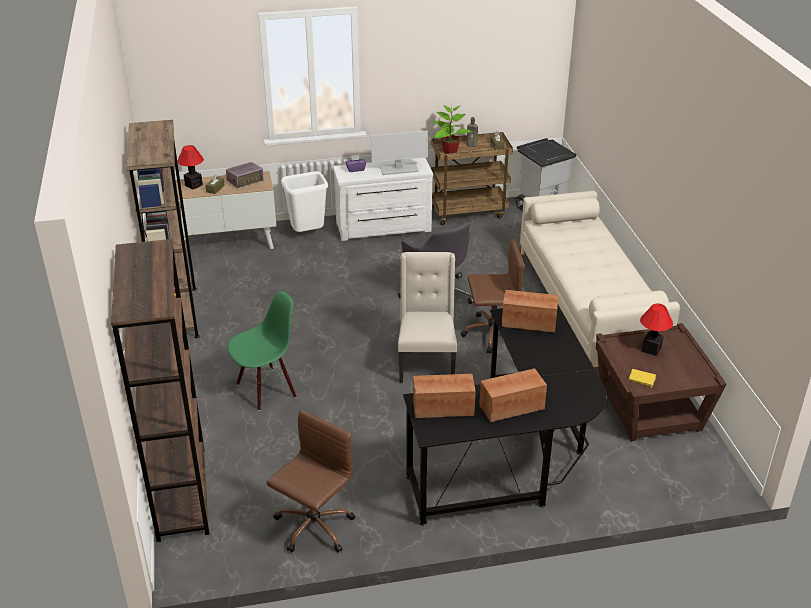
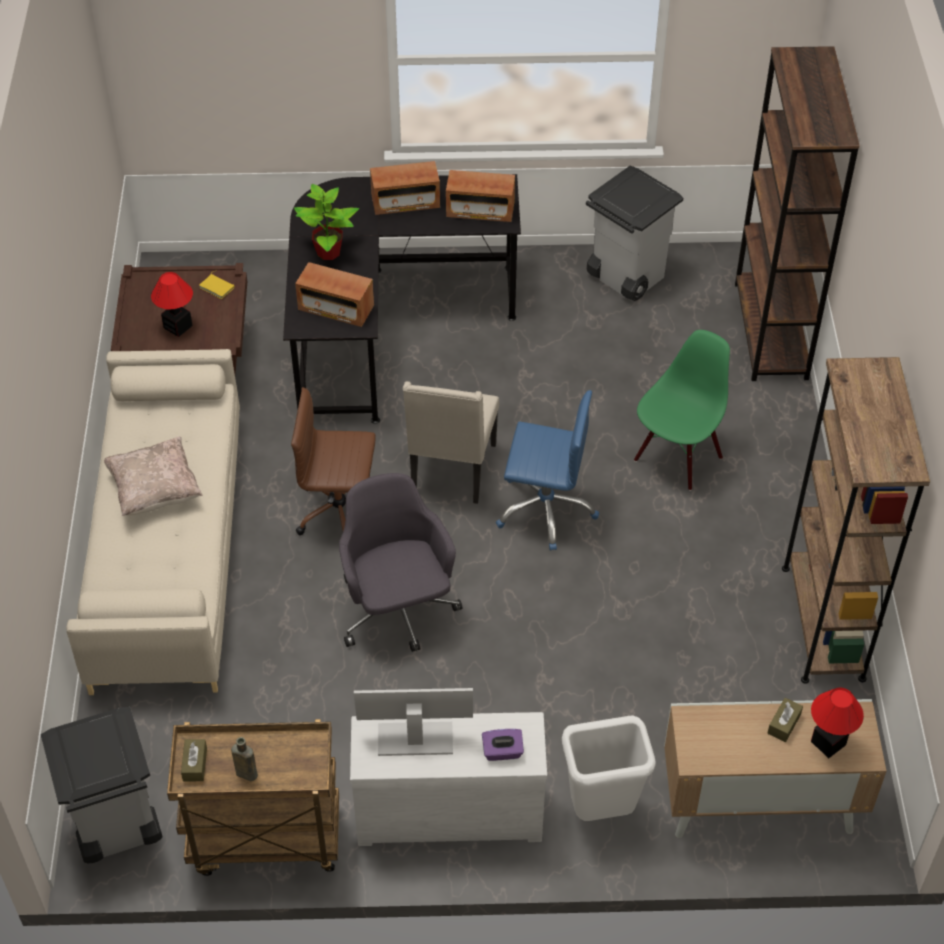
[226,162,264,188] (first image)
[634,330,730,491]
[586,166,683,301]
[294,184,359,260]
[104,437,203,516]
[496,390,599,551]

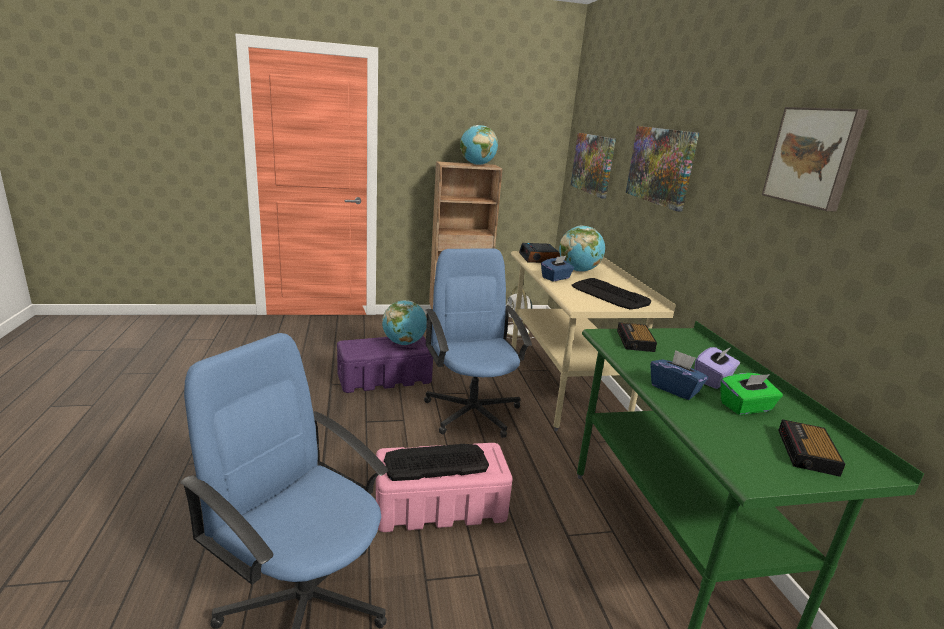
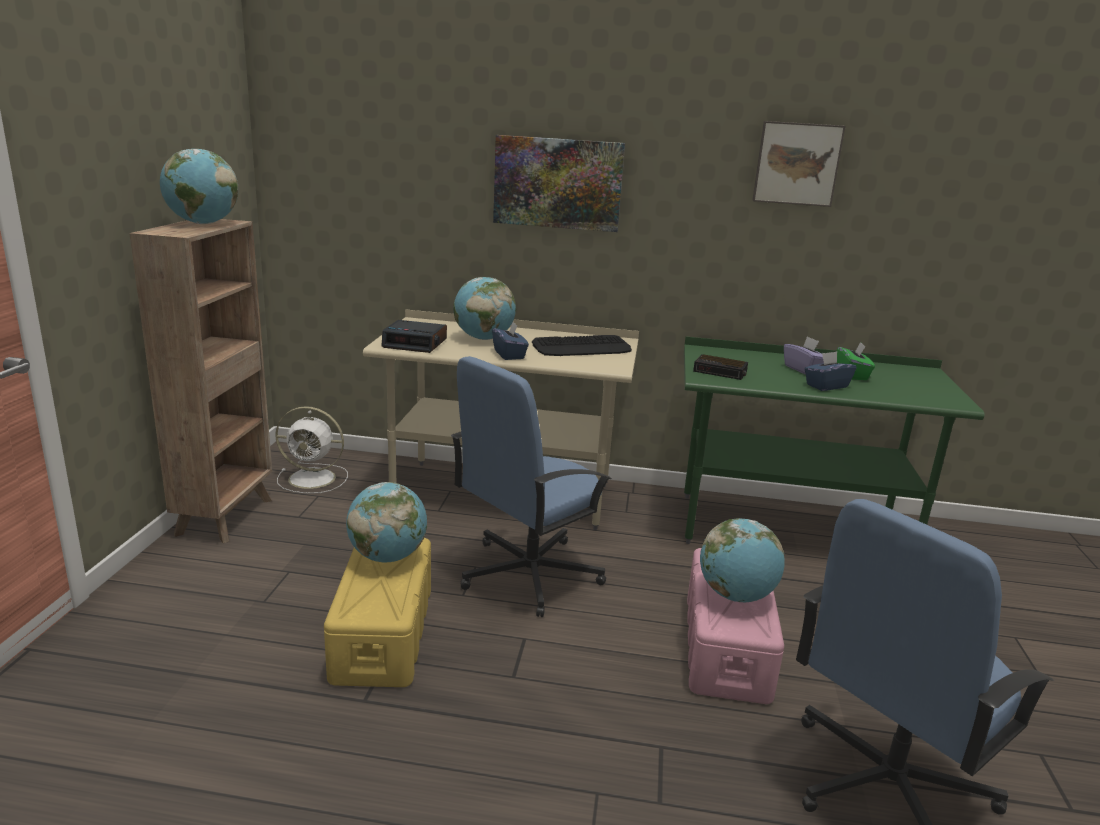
[324,538,431,687]
[700,518,785,602]
[451,356,612,617]
[571,133,616,199] (first image)
[778,419,845,477] (first image)

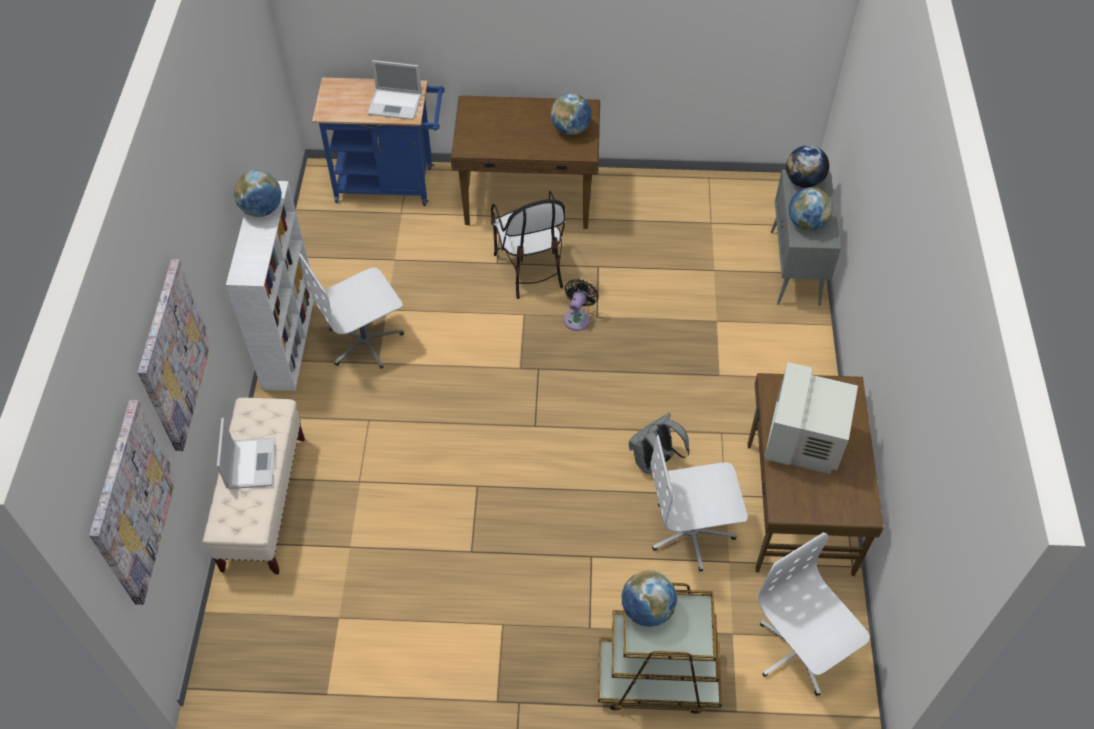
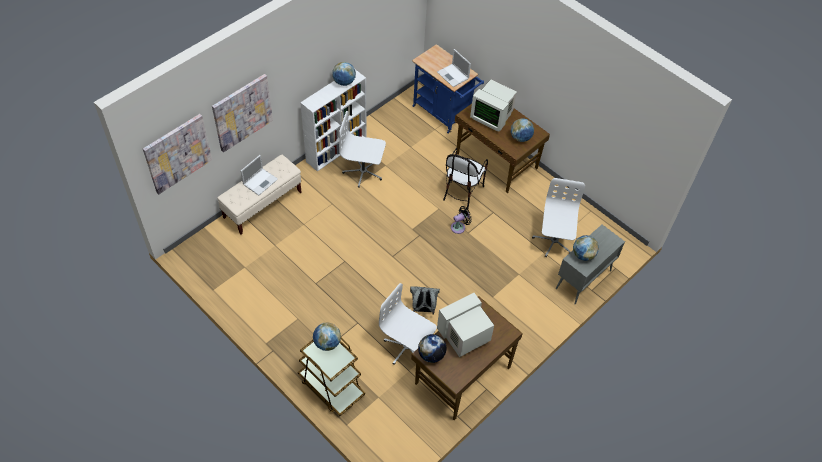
[532,178,585,257]
[418,334,447,363]
[470,79,517,132]

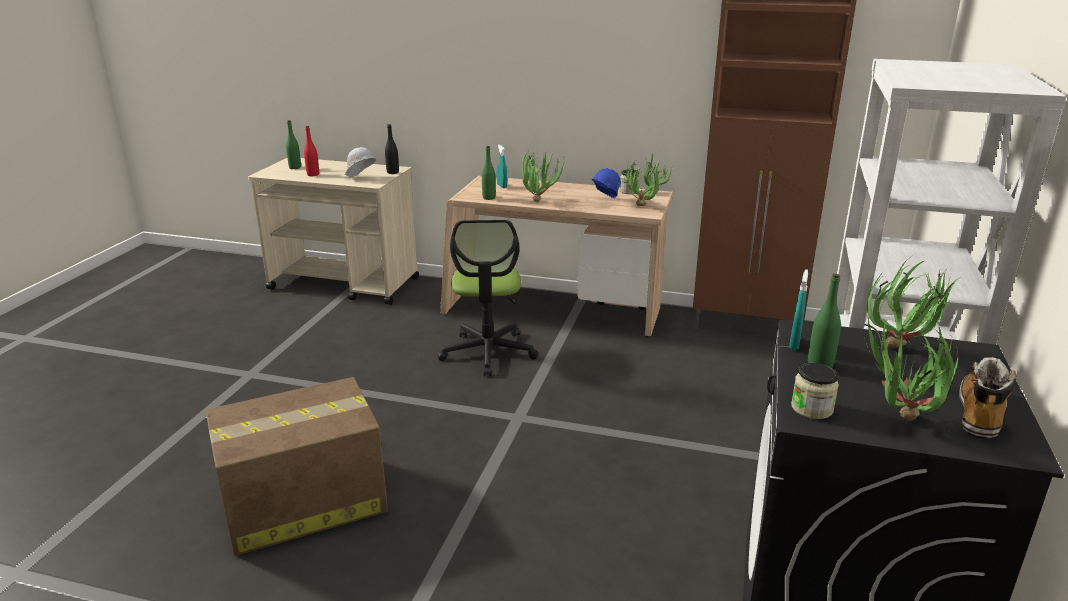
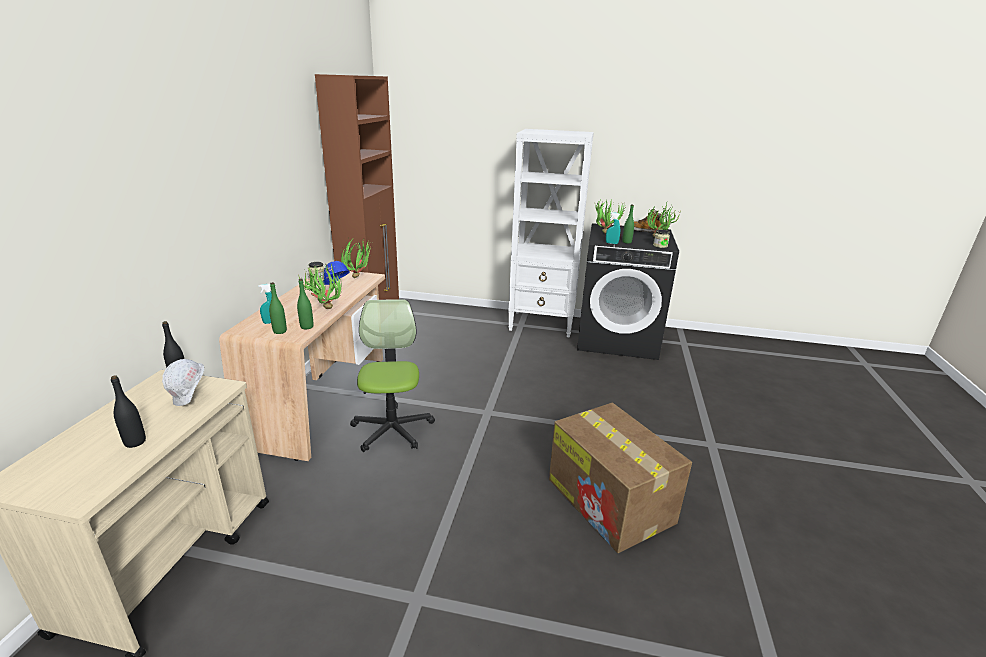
[269,282,287,334]
[111,375,146,448]
[350,299,435,452]

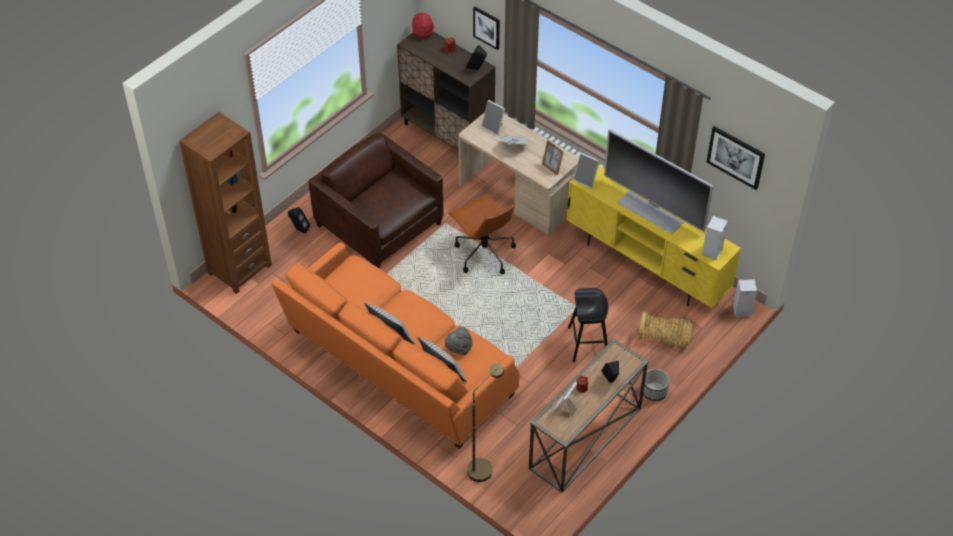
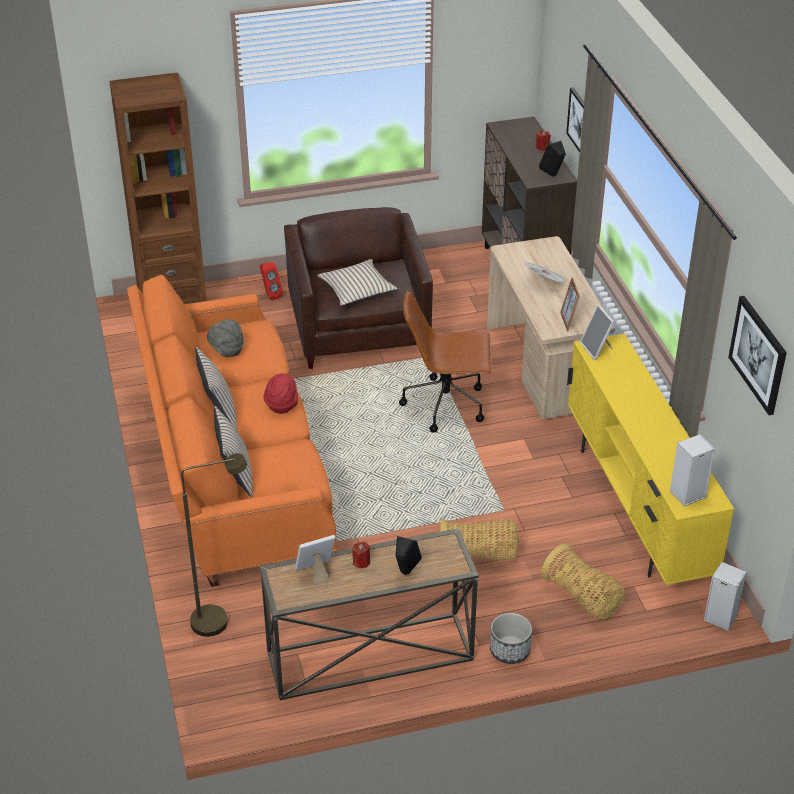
[260,262,283,300]
[263,373,298,414]
[207,319,244,357]
[399,290,492,433]
[481,100,505,136] (first image)
[440,519,519,561]
[604,129,713,234] (first image)
[317,259,398,306]

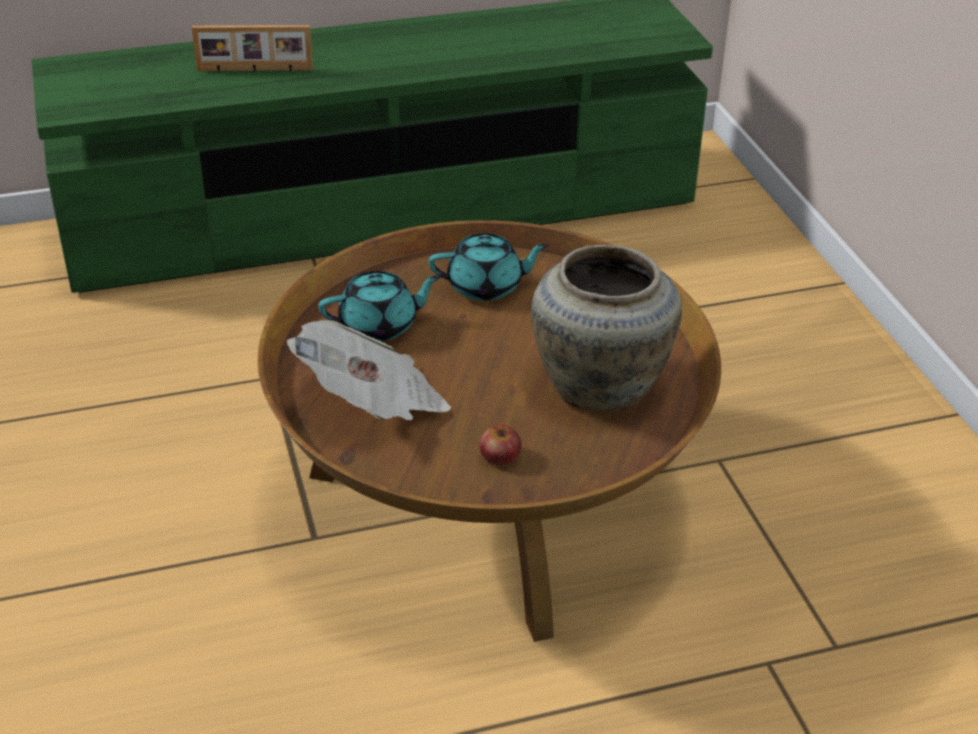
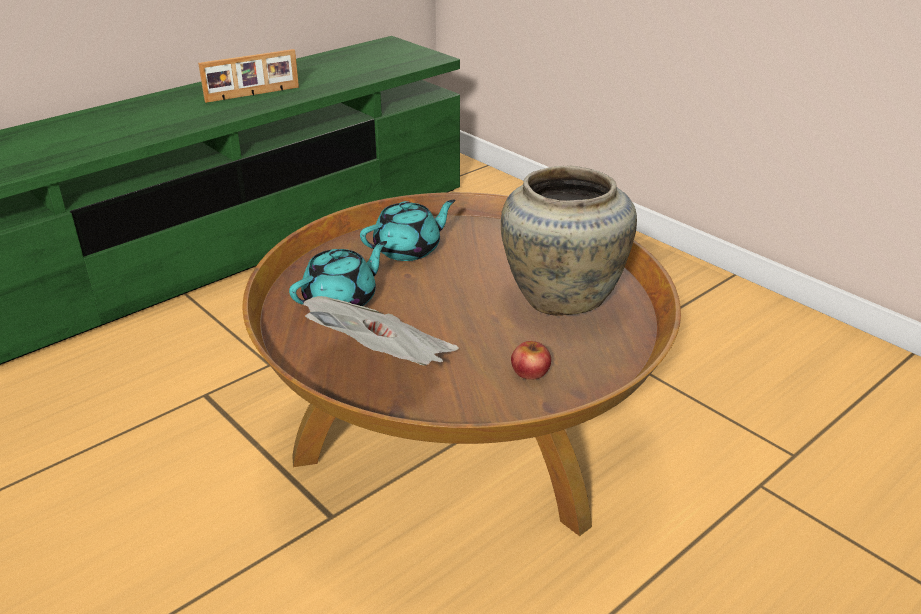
[198,49,299,103]

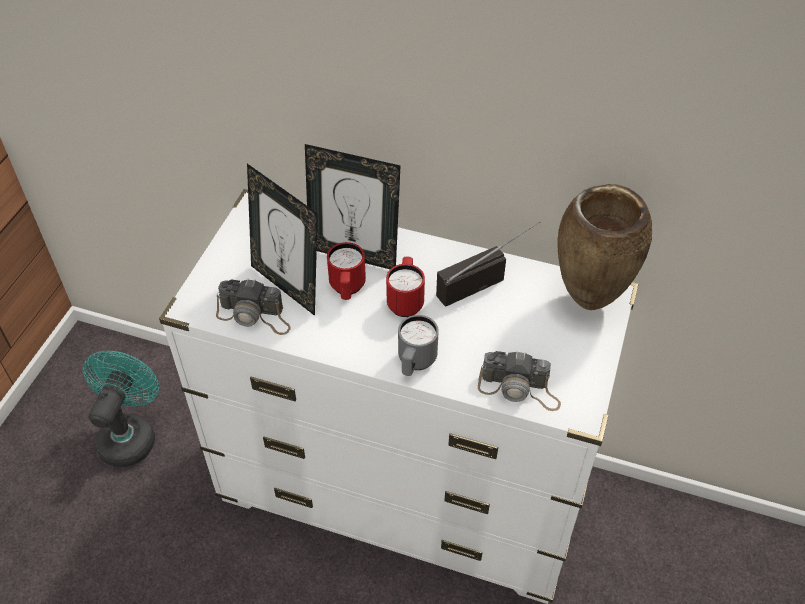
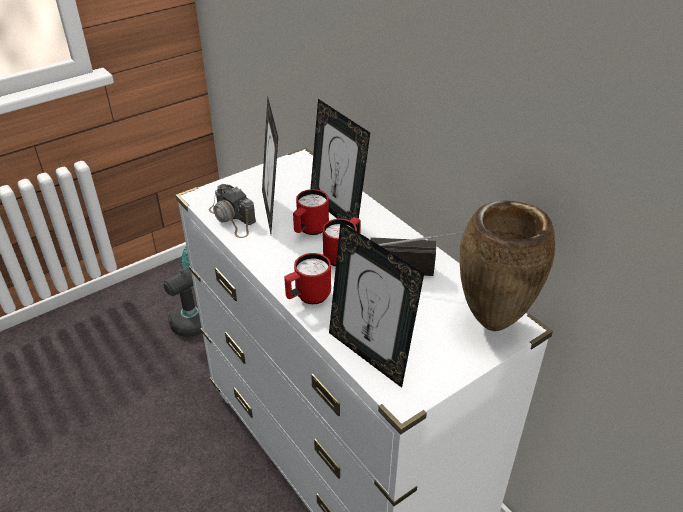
[284,253,331,304]
[329,222,424,388]

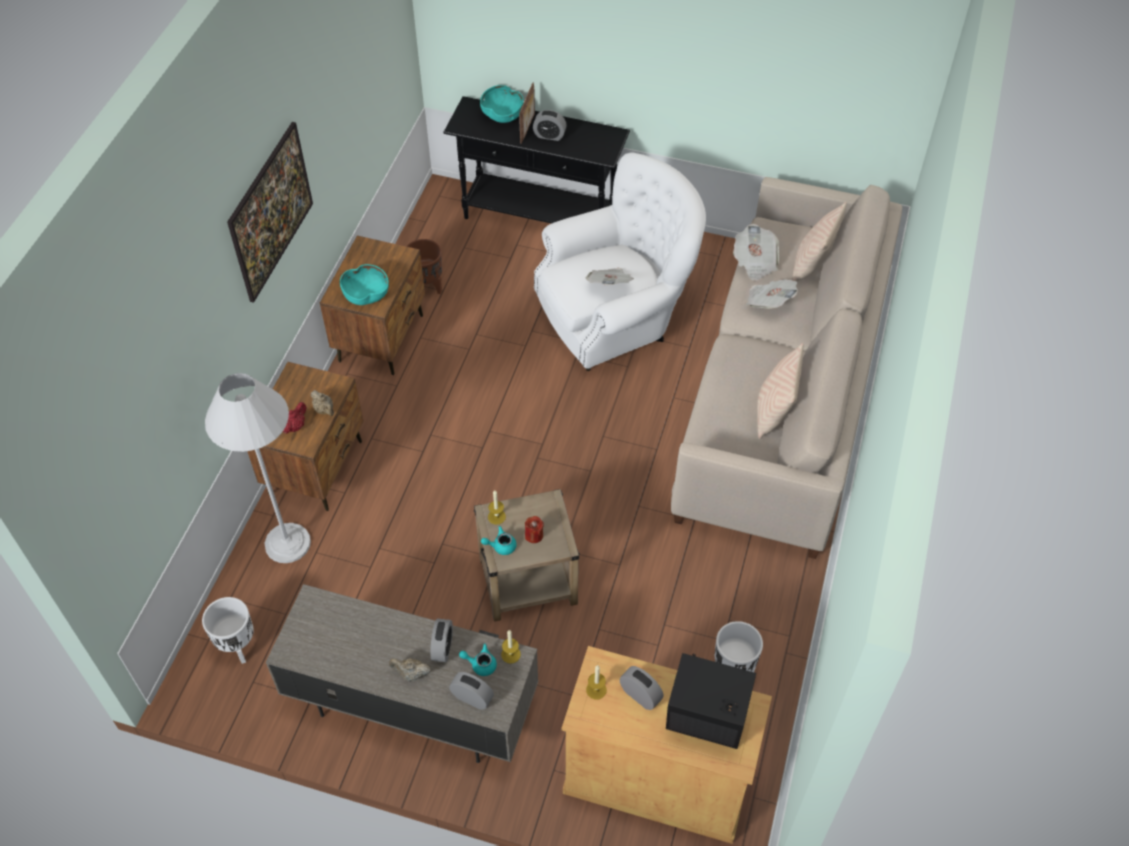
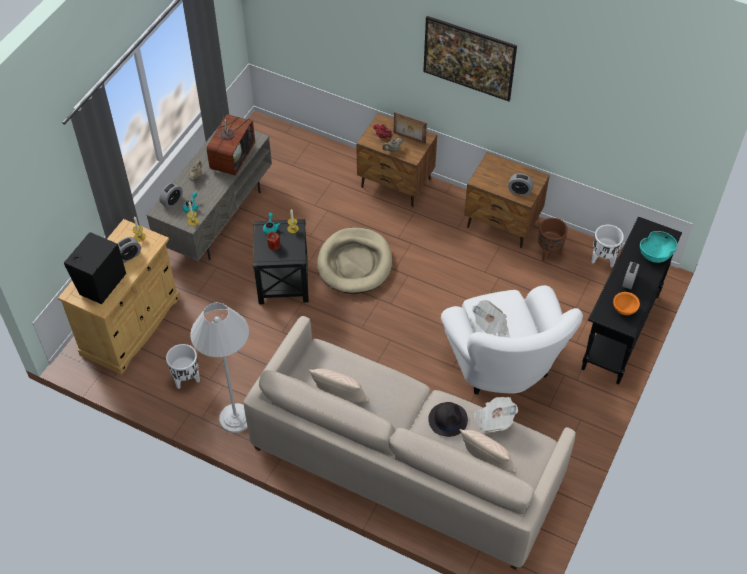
[591,225,624,267]
[190,302,249,433]
[340,264,389,305] (first image)
[508,173,534,196]
[253,219,309,304]
[394,112,427,143]
[428,402,468,437]
[207,104,255,176]
[317,227,392,294]
[613,292,640,315]

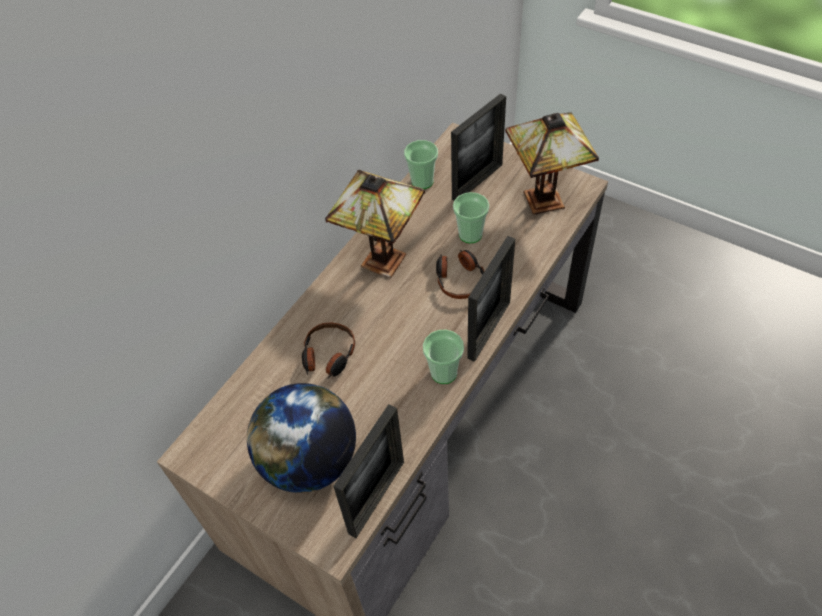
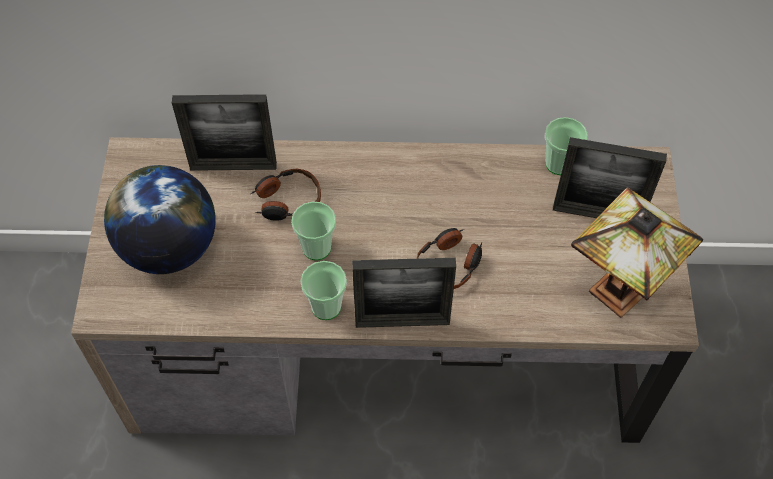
[325,170,425,278] (first image)
[172,94,277,171]
[291,202,336,260]

